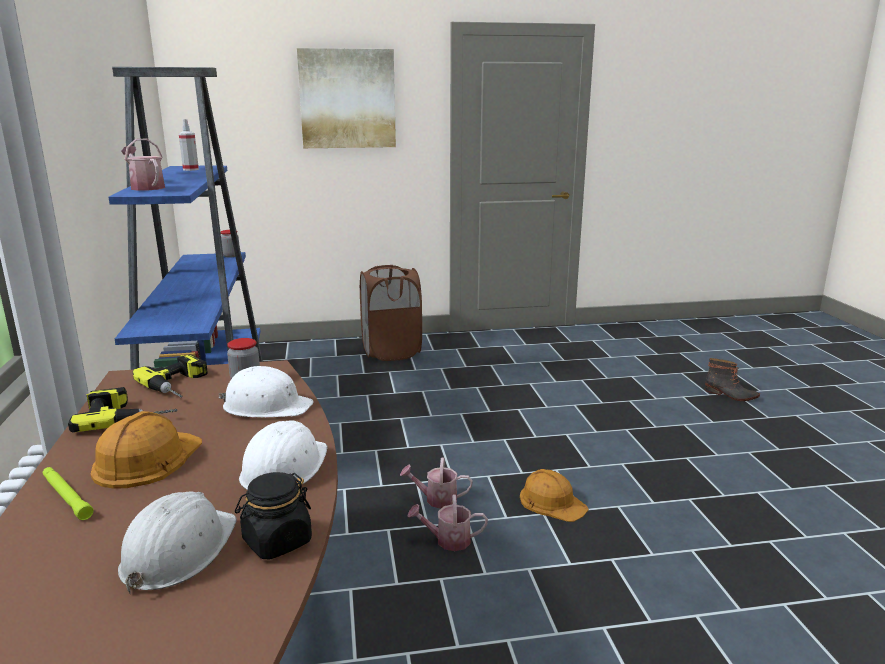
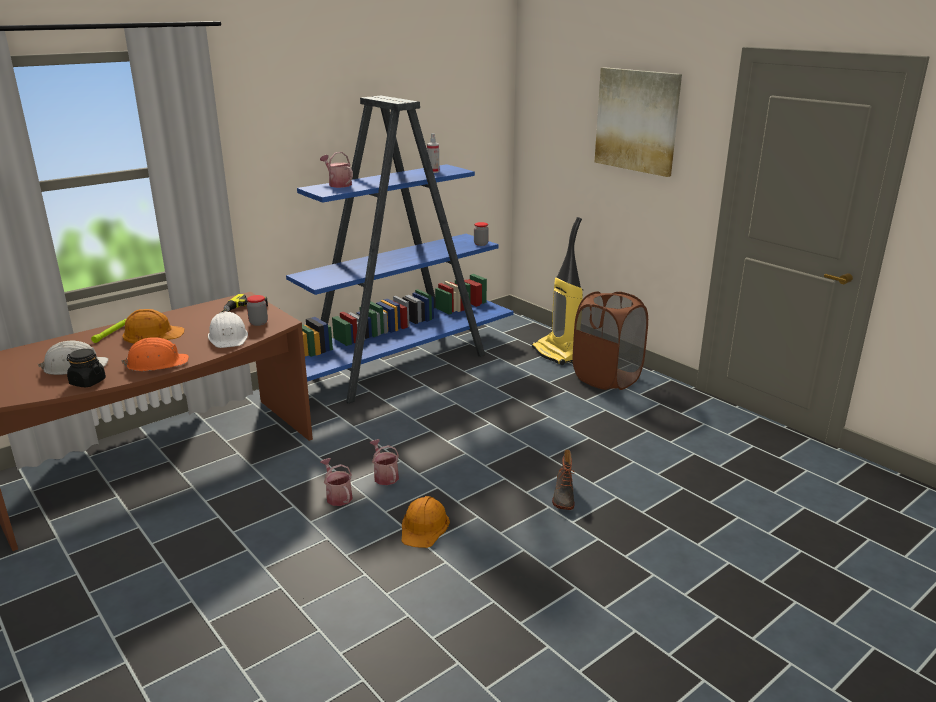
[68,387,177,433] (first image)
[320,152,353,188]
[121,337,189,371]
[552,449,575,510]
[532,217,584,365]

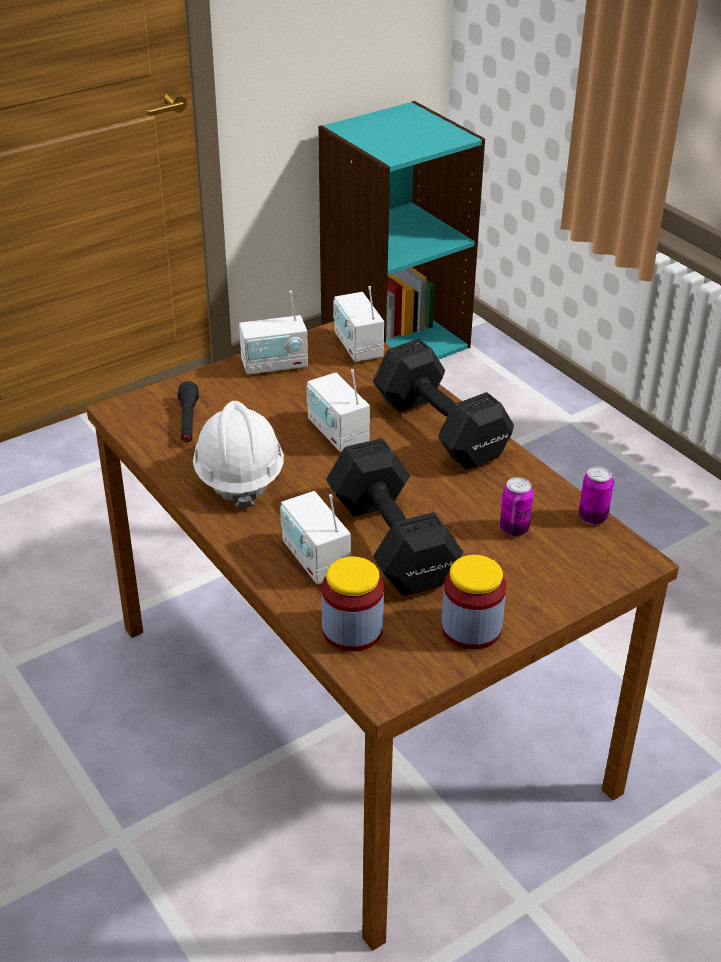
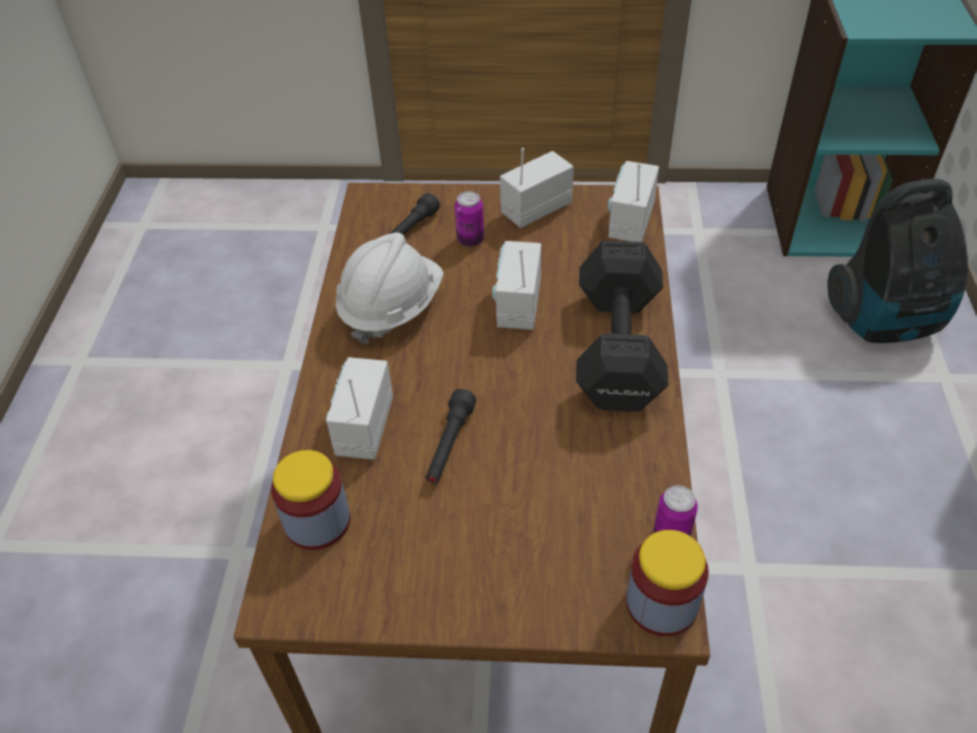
[500,148,574,228]
[426,389,476,483]
[626,530,709,636]
[455,191,484,247]
[827,179,968,343]

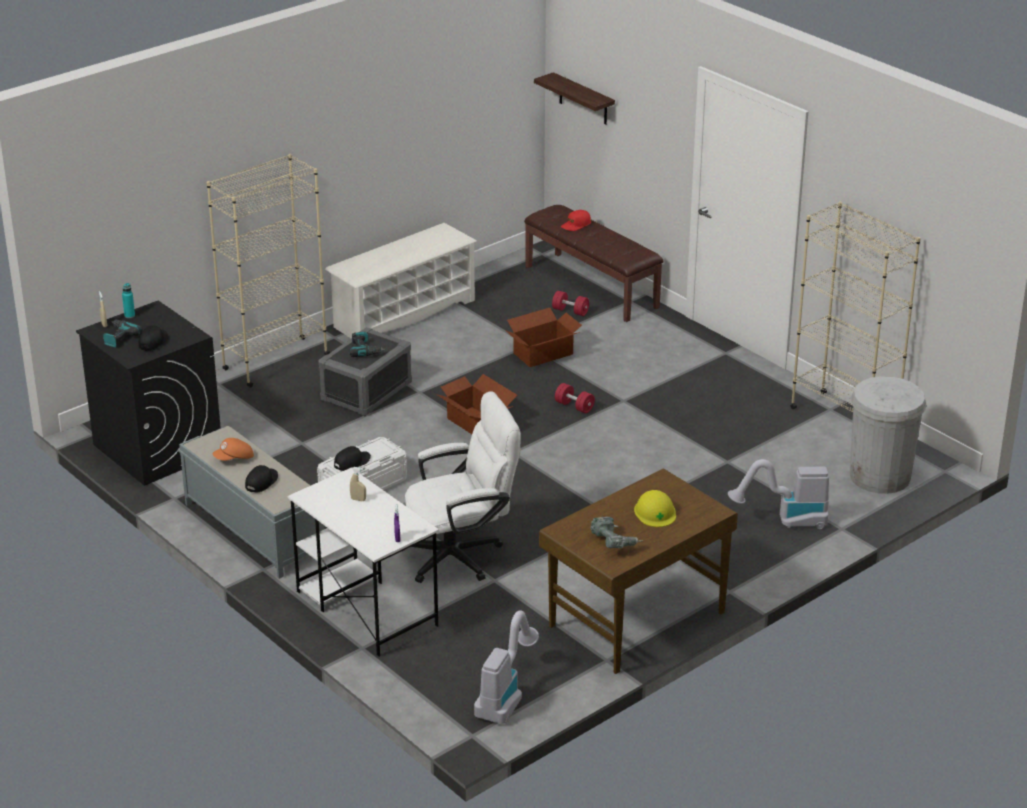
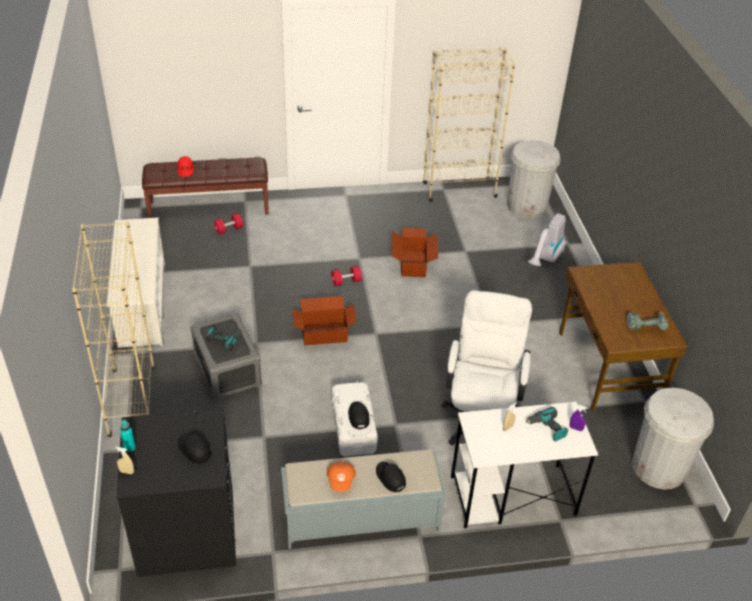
[525,407,568,442]
[632,387,714,489]
[392,228,438,277]
[534,72,615,125] (first image)
[634,490,676,527] (first image)

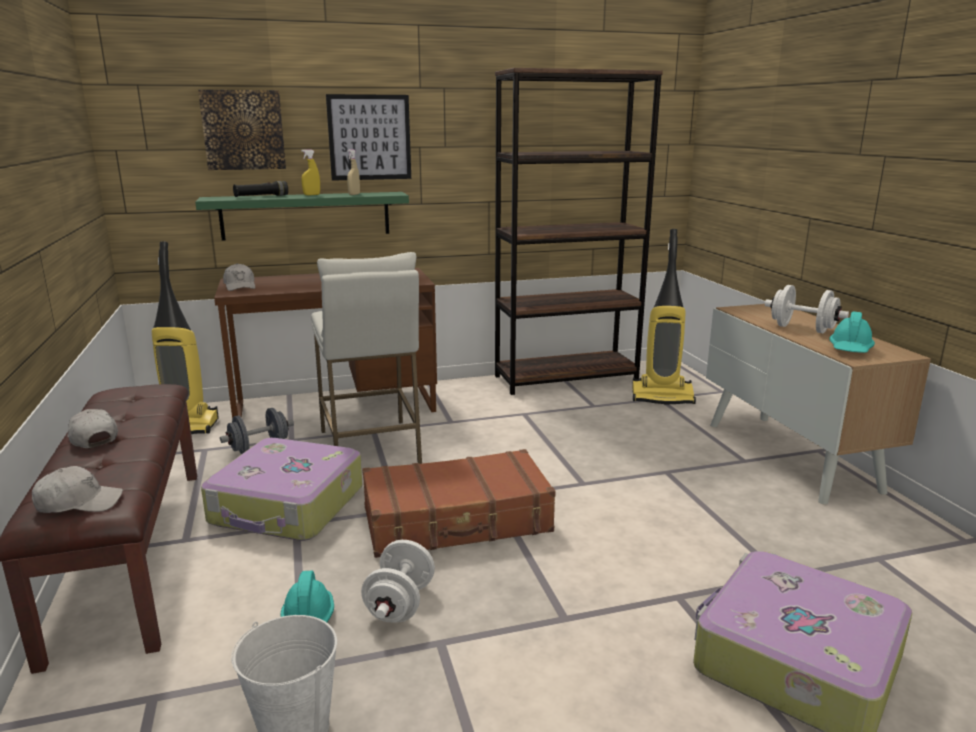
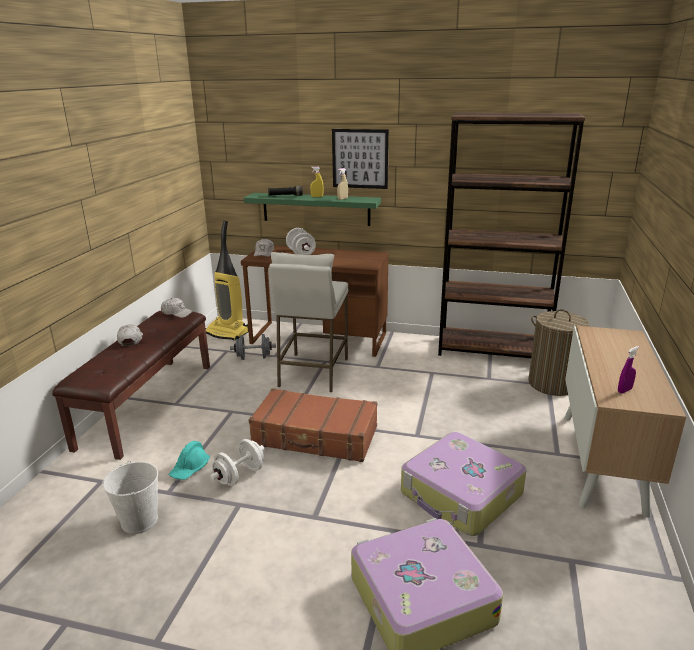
[161,298,193,318]
[198,90,286,170] (first image)
[401,432,527,536]
[528,309,589,396]
[286,228,316,255]
[618,346,639,393]

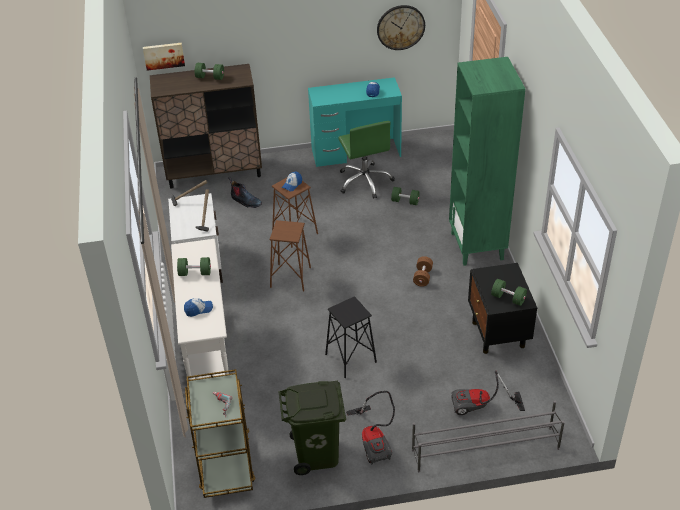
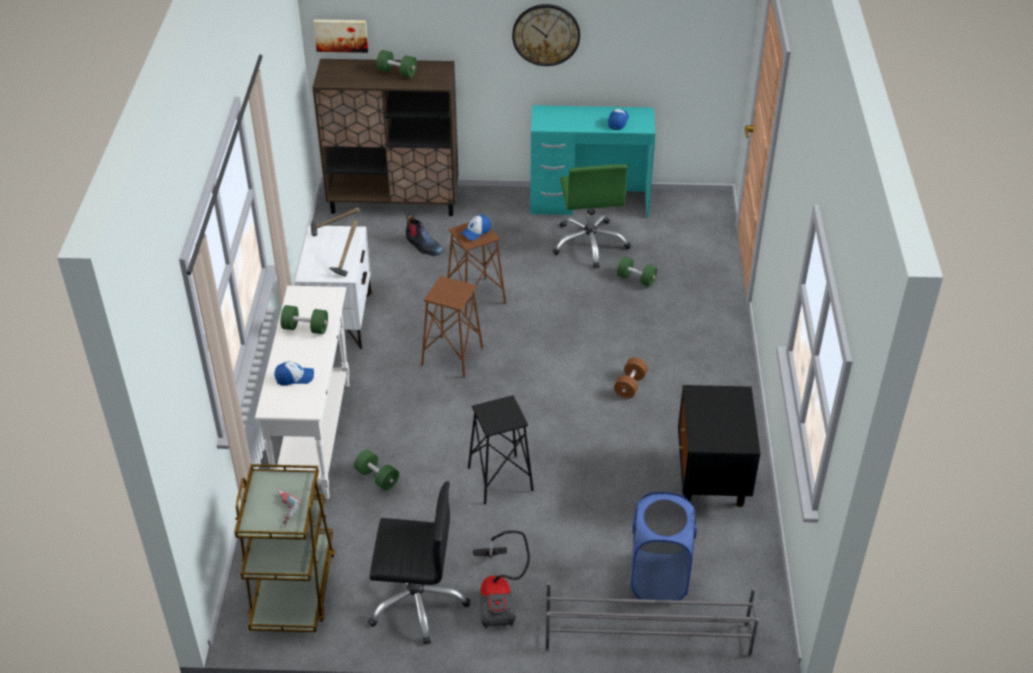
[368,481,470,645]
[512,4,580,66]
[449,57,525,266] (first image)
[630,492,697,601]
[354,450,399,490]

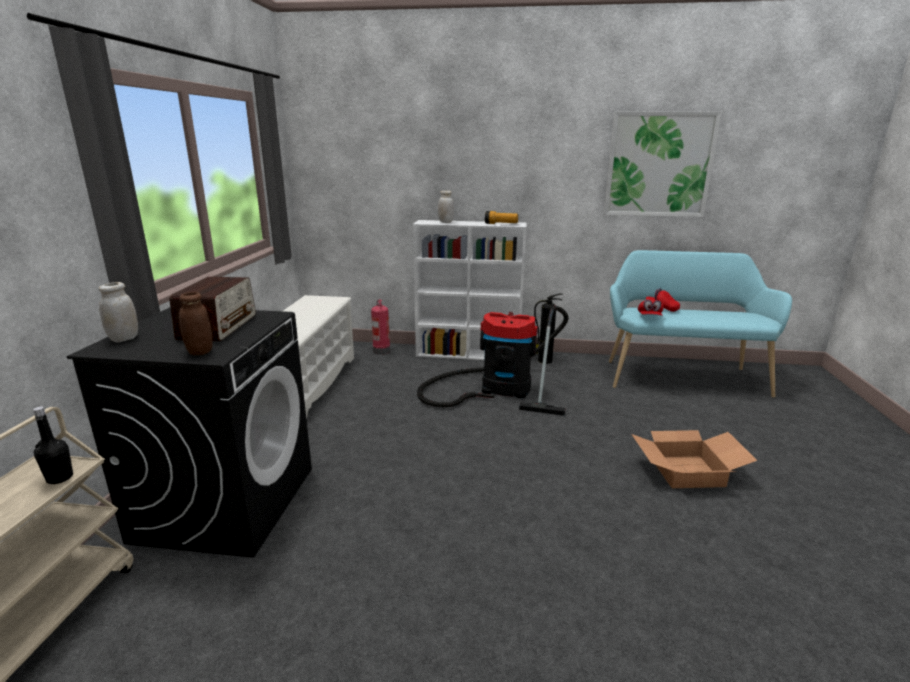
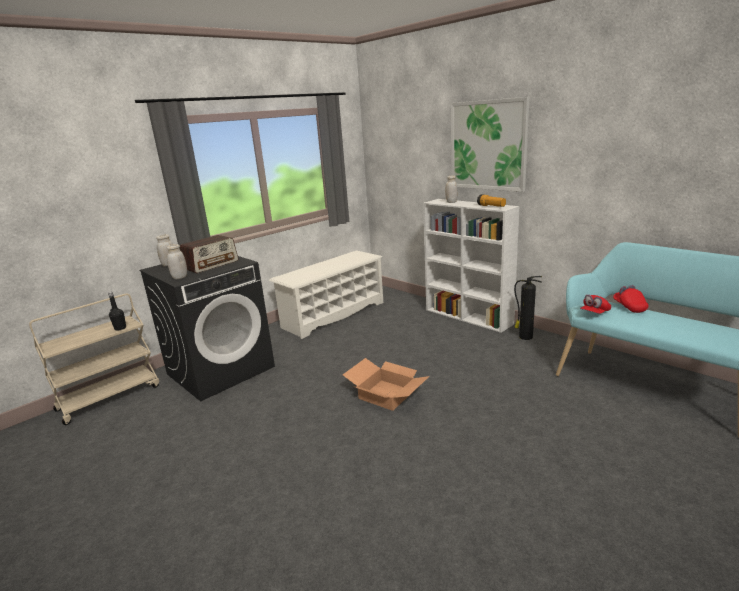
[167,244,187,279]
[371,299,390,355] (first image)
[417,306,569,416] (first image)
[451,97,530,192]
[343,358,430,411]

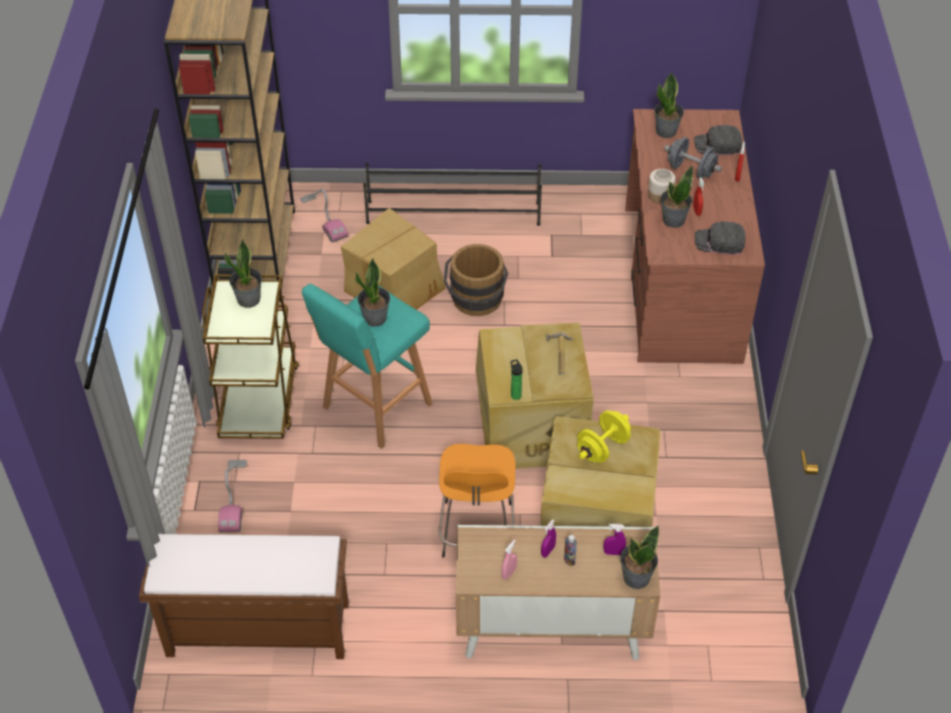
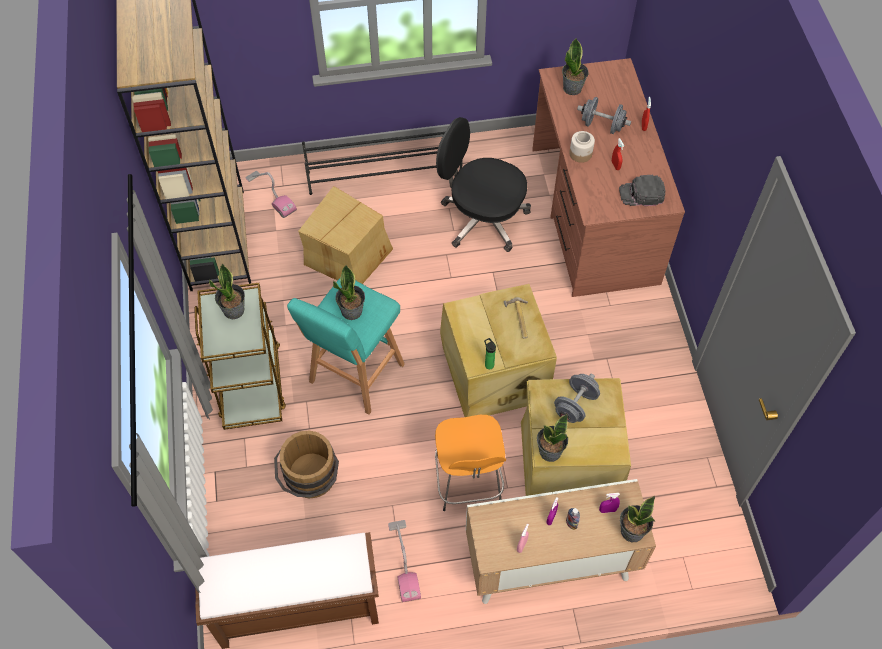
[388,520,421,602]
[274,431,339,498]
[554,374,600,423]
[537,414,568,462]
[694,125,742,155] (first image)
[436,117,531,252]

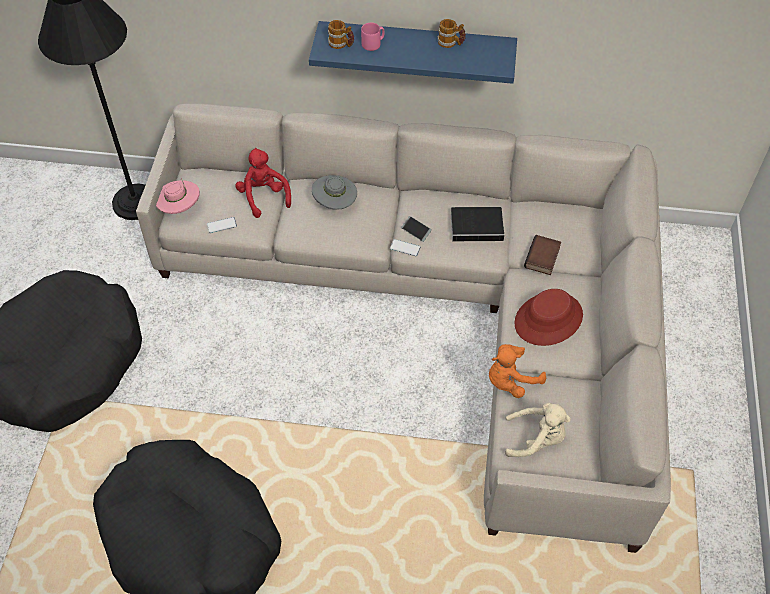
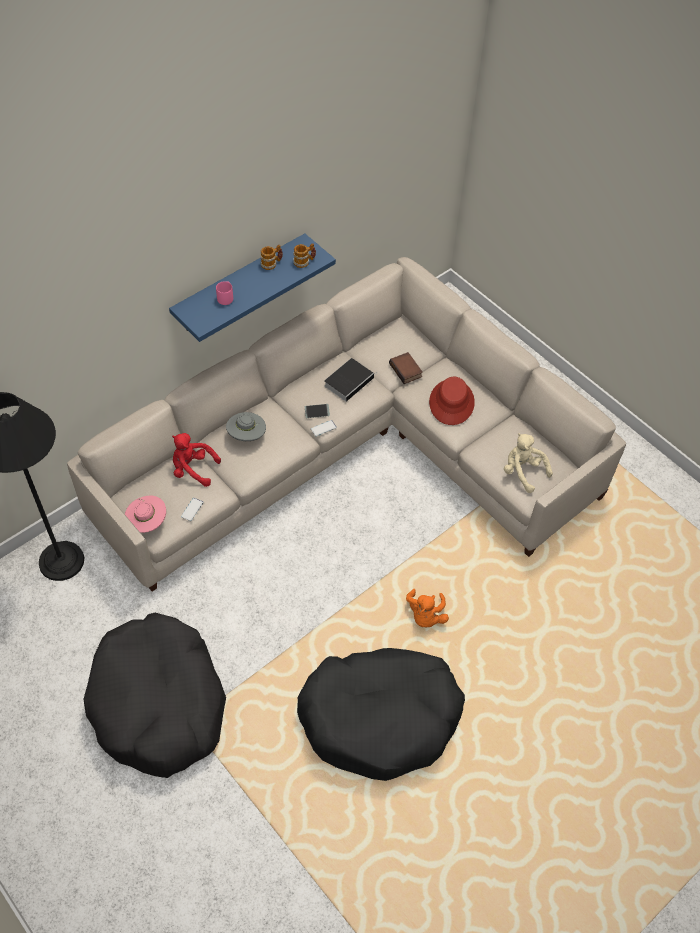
[293,243,316,268]
[406,589,449,627]
[504,433,553,493]

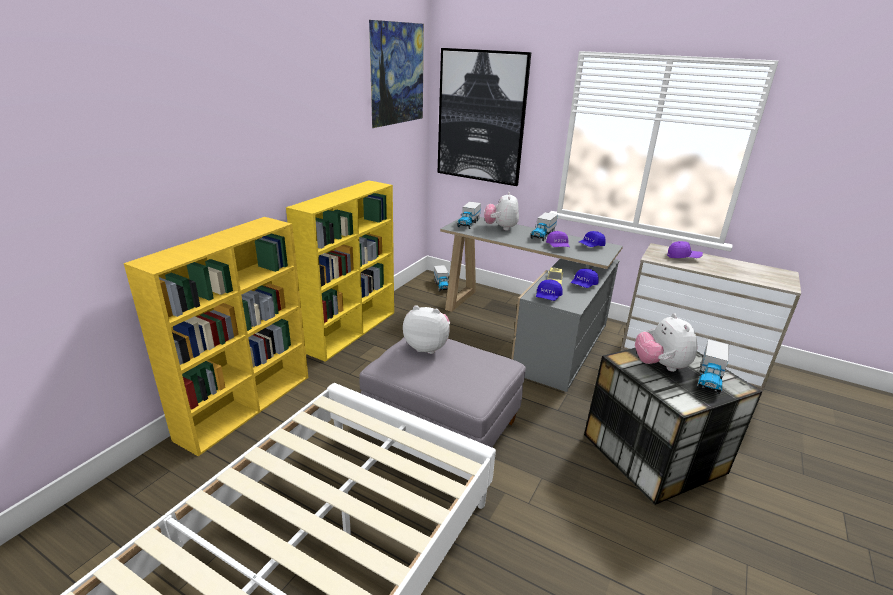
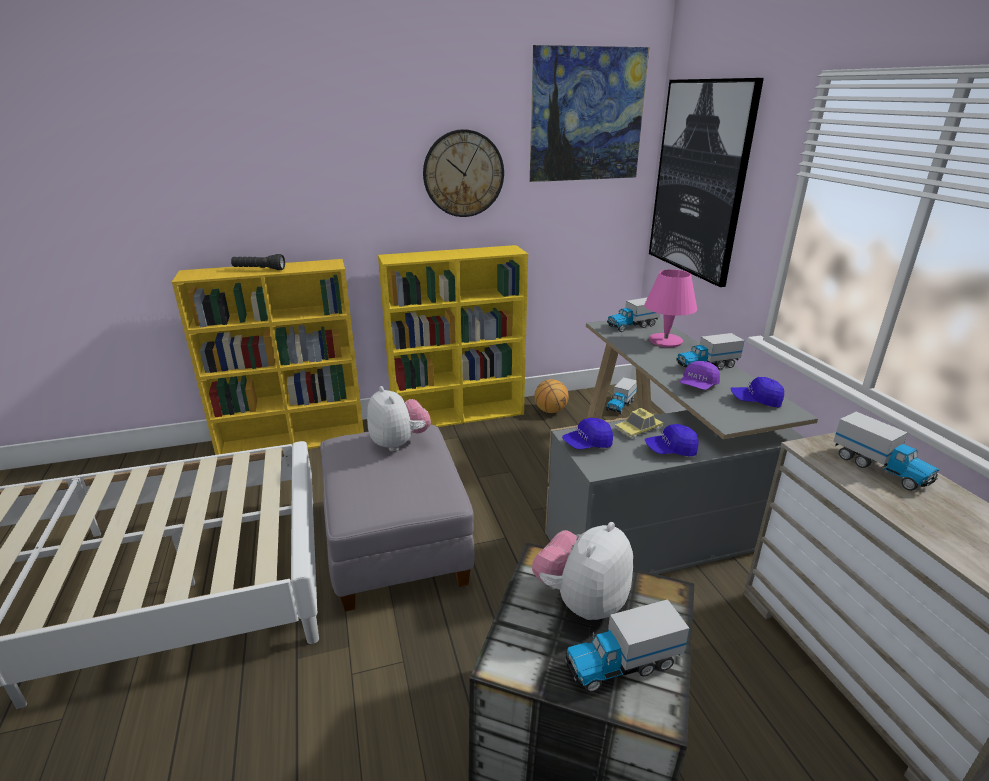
[644,269,697,347]
[833,412,939,491]
[231,254,285,270]
[423,129,504,217]
[534,379,569,413]

